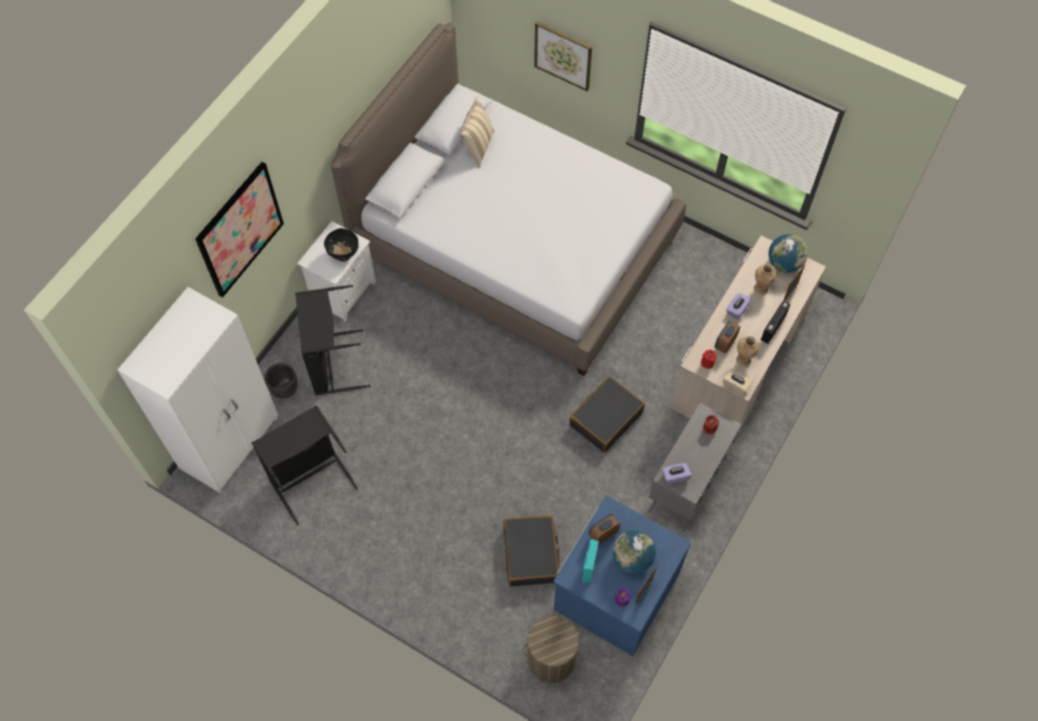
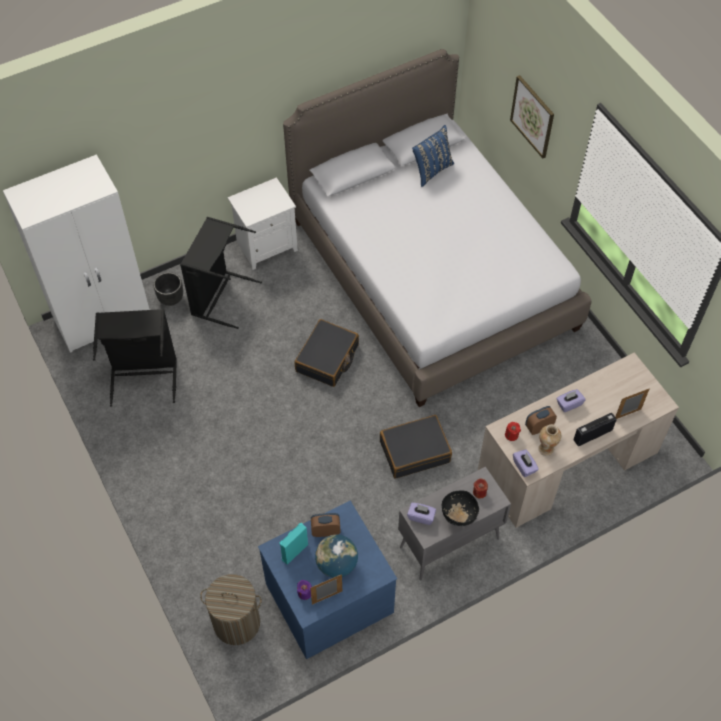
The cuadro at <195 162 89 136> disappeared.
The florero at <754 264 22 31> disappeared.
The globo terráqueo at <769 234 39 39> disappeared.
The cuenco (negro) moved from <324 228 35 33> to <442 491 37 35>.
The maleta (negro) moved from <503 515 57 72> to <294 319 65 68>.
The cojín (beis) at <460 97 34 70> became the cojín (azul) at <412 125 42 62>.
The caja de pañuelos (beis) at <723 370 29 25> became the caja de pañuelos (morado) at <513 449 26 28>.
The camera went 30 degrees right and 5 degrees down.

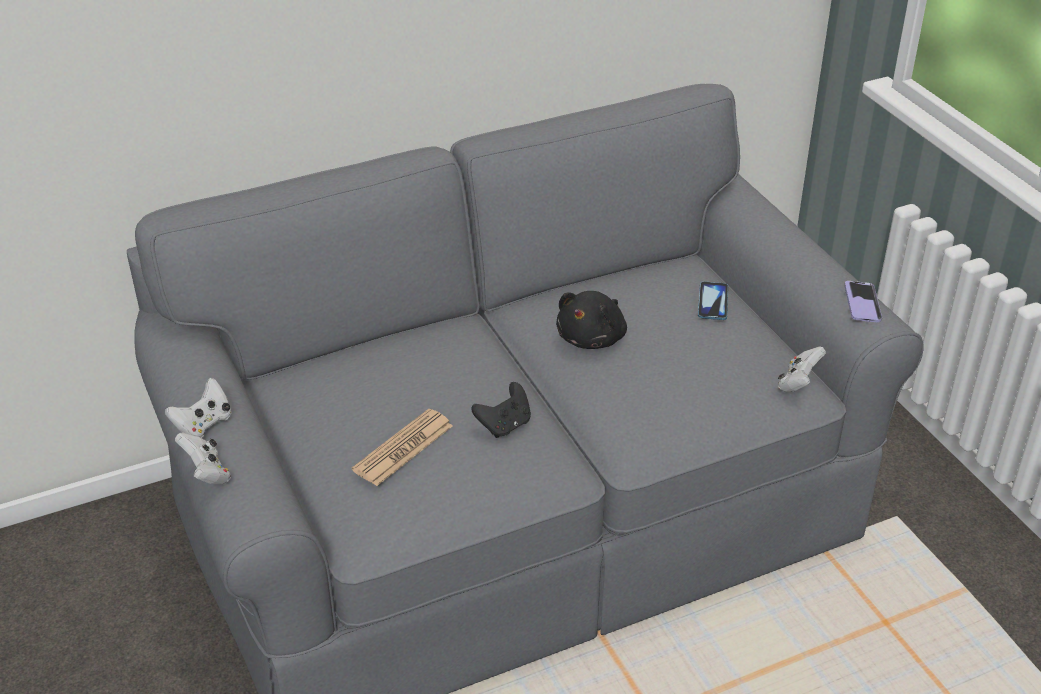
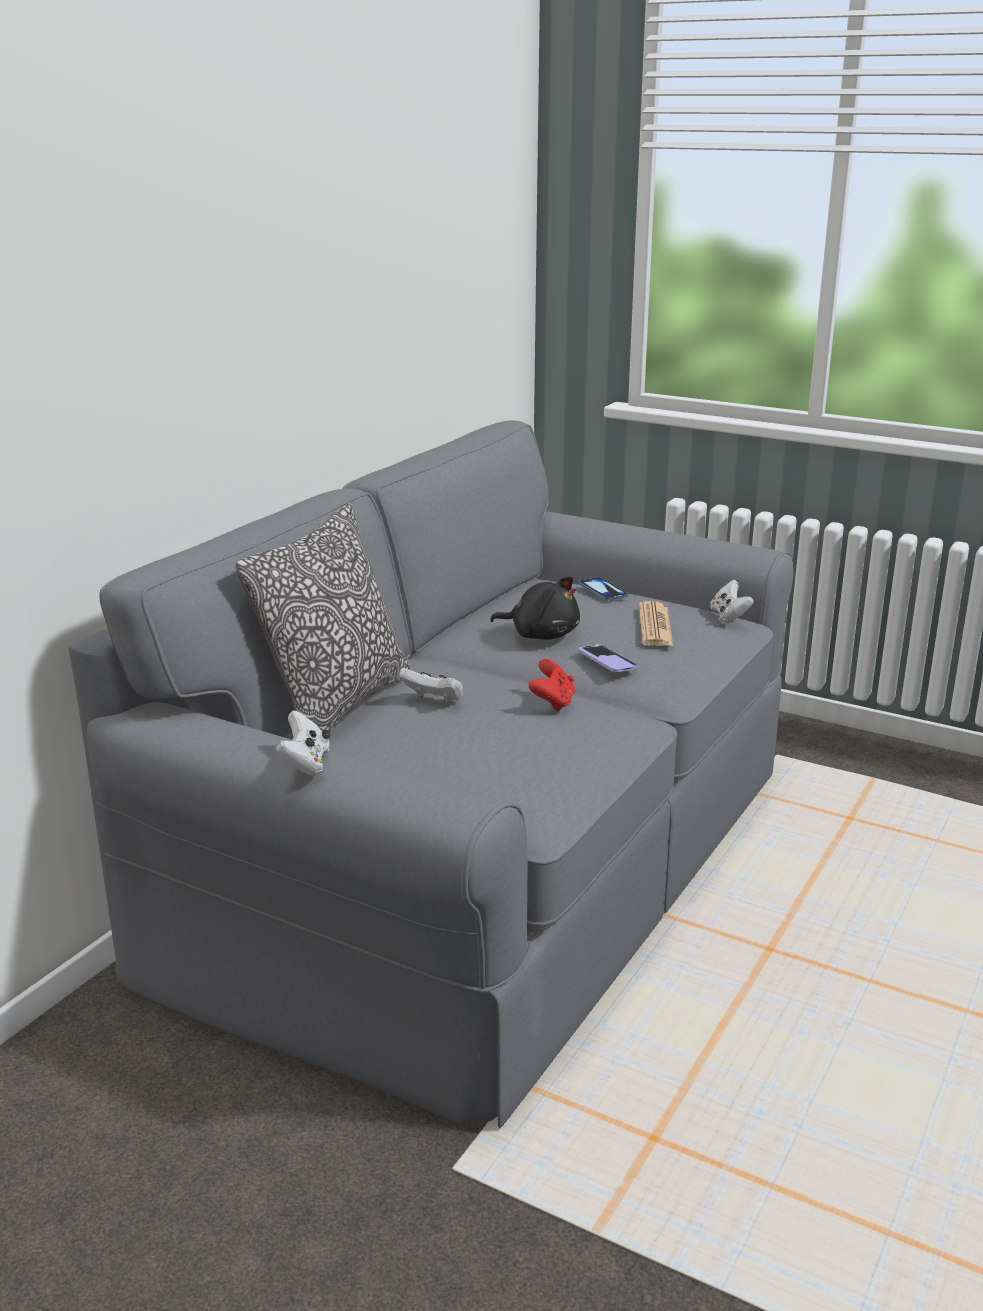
The cojín at <236 504 174 229> appeared.
The mando de consola (blanco) moved from <175 433 56 52> to <399 668 64 35>.
The periódico moved from <352 409 101 77> to <638 601 35 45>.
The móvil moved from <844 281 38 42> to <578 644 60 28>.
The mando de consola (negro) at <471 382 60 56> became the mando de consola (rojo) at <529 659 46 53>.
The peluche (negro) at <556 291 71 58> turned 60 degrees counterclockwise.
The camera went 35 degrees left and 15 degrees down.

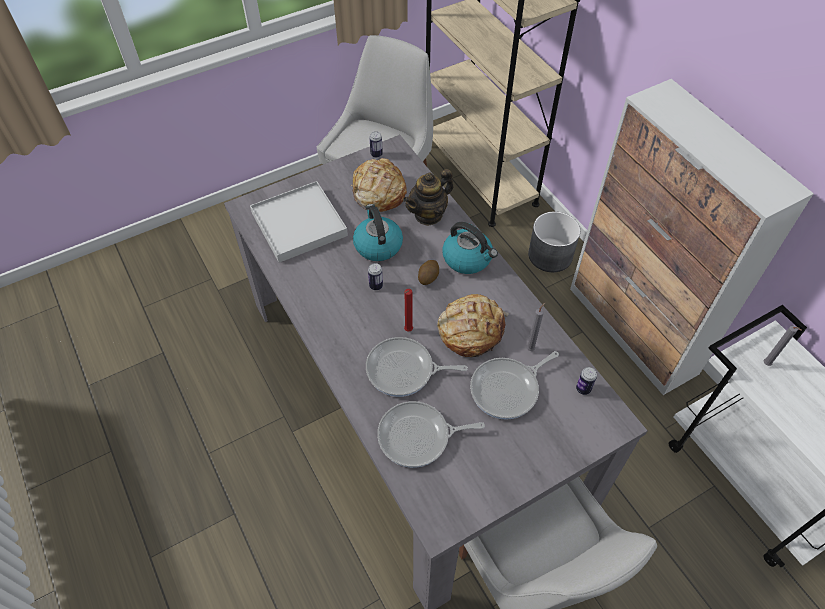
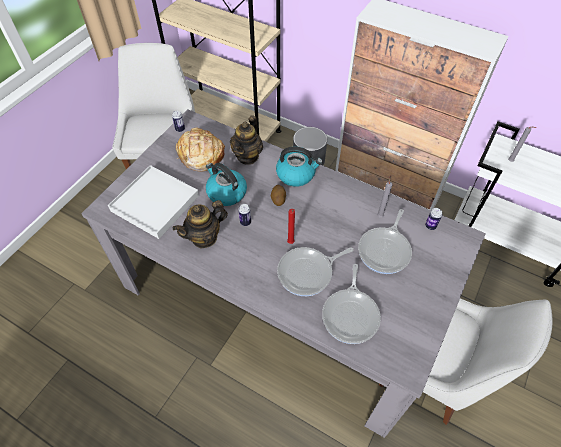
The pan at <437 294 72 63> disappeared.
The tetera at <173 200 55 49> appeared.
The sartén at <377 401 108 67> turned 45 degrees counterclockwise.
The camera went 30 degrees left and 0 degrees up.

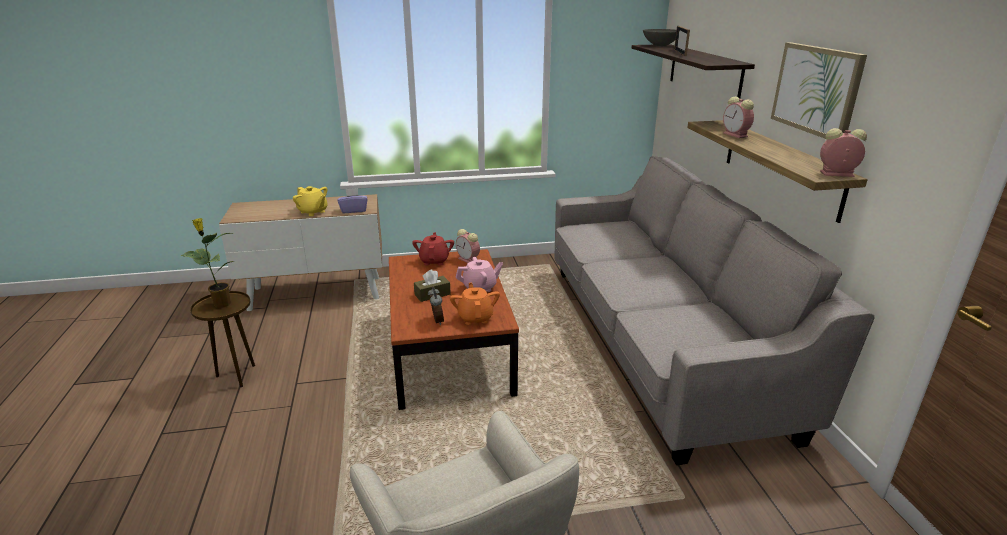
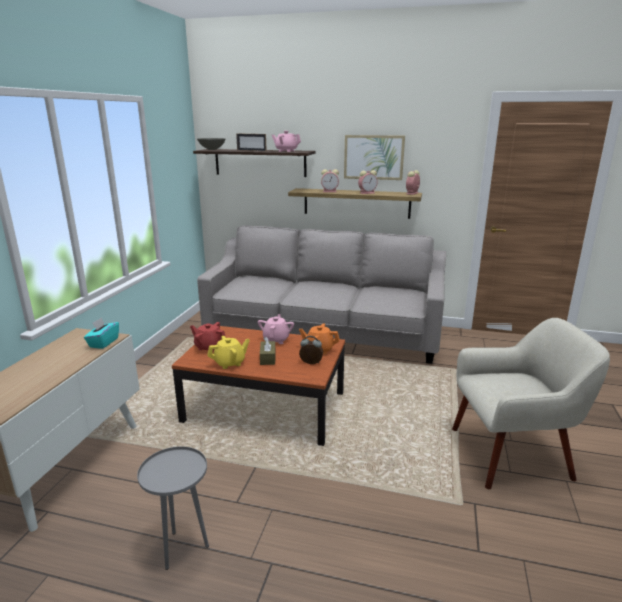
The planta en maceta at <181 218 54 90> disappeared.
The tetera (rosa) at <272 131 29 21> appeared.
The tetera (amarillo) moved from <293 186 35 30> to <207 336 43 33>.
The despertador moved from <456 229 24 34> to <358 170 20 24>.
The mesa auxiliar (marrón) at <190 291 65 96> became the mesa auxiliar (gris) at <137 446 72 124>.
The caja de pañuelos (morado) at <338 188 30 25> became the caja de pañuelos (turquesa) at <84 317 35 32>.
The camera went 65 degrees left and 5 degrees down.

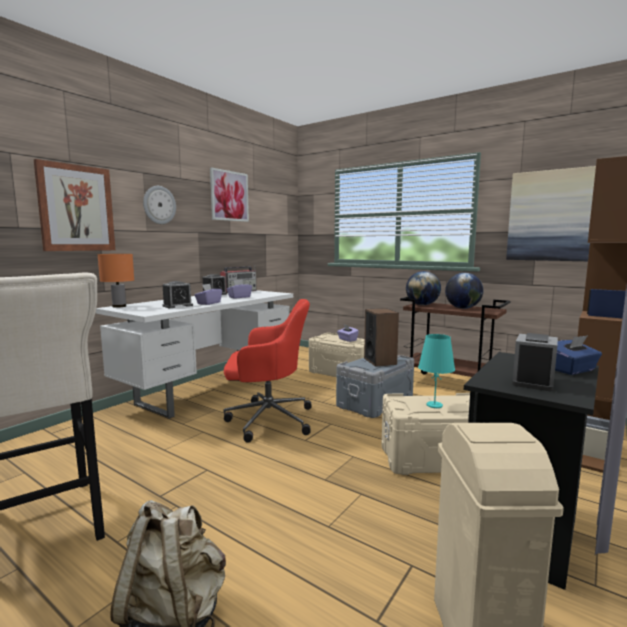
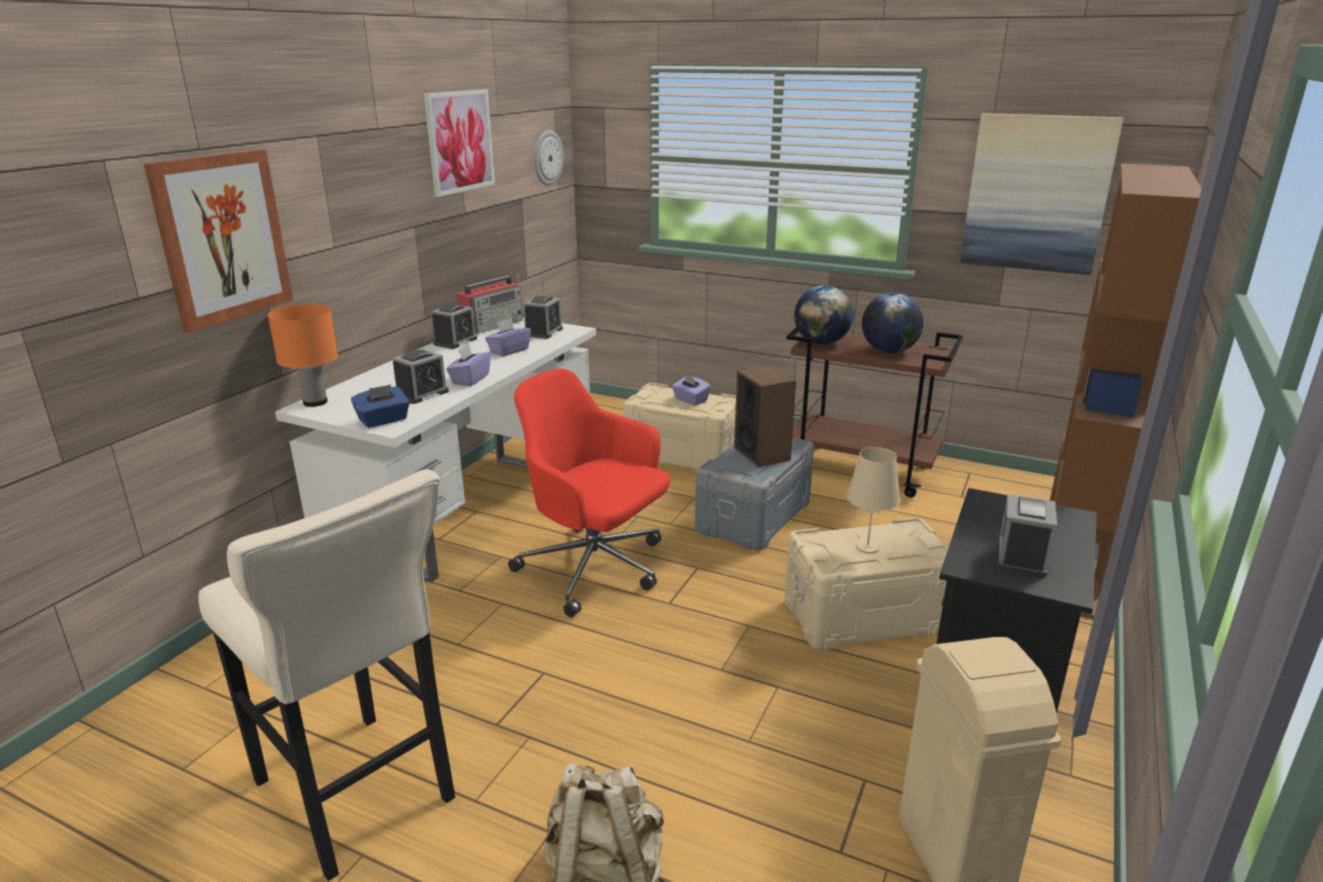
The despertador at <523 296 40 43> appeared.
The reloj de pared moved from <143 186 33 38> to <534 130 29 56>.
The caja de pañuelos (azul) moved from <555 335 47 40> to <351 384 59 44>.
The lámpara de mesa (turquesa) at <418 334 37 74> became the lámpara de mesa (beis) at <846 447 54 107>.
The silla de oficina (rojo) at <223 299 89 143> turned 135 degrees counterclockwise.
The camera went 10 degrees left and 15 degrees up.

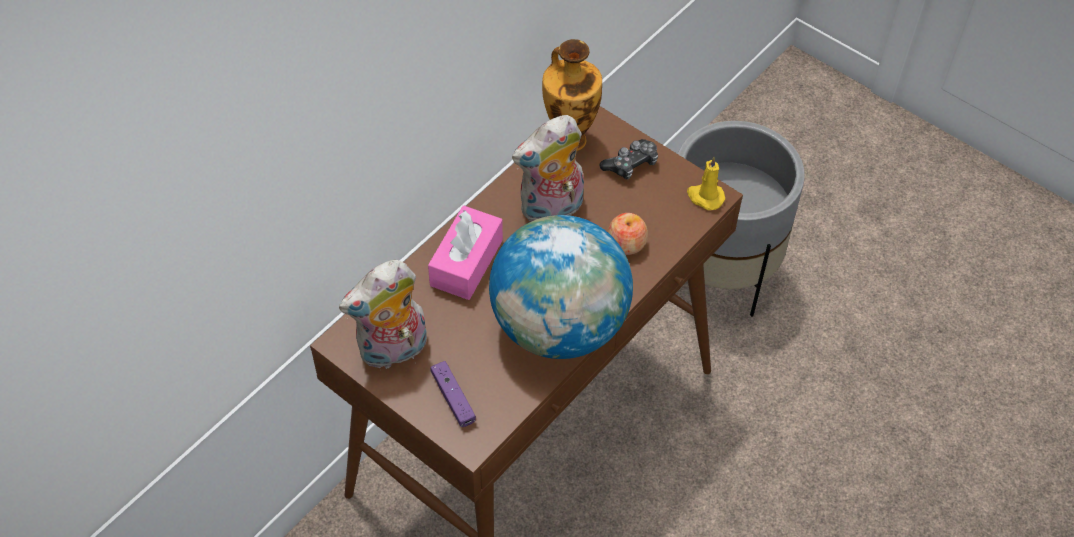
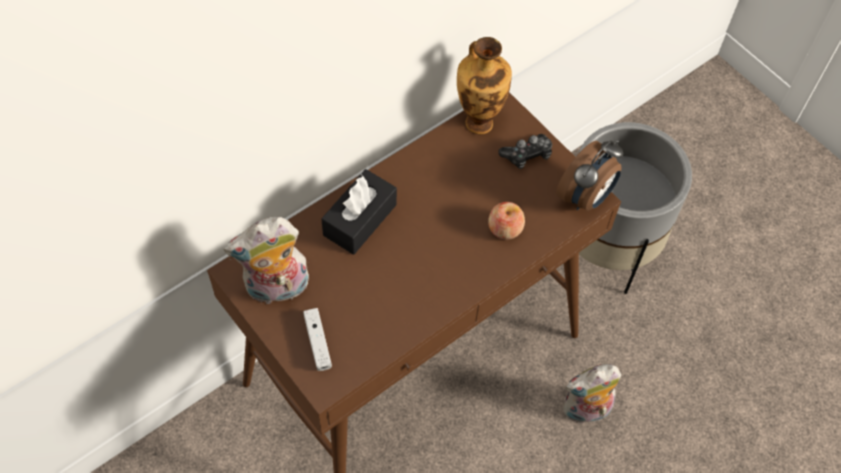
The globo terráqueo at <489 215 144 144> disappeared.
The peluche moved from <512 115 72 107> to <563 364 58 60>.
The vela (amarillo) at <687 156 38 54> was replaced by the despertador at <556 140 67 71>.
The caja de pañuelos (rosa) at <428 206 75 94> became the caja de pañuelos (negro) at <321 169 76 86>.
The mando de consola (morado) at <431 361 45 66> became the mando de consola (blanco) at <303 308 29 63>.
The camera went 10 degrees right and 5 degrees up.

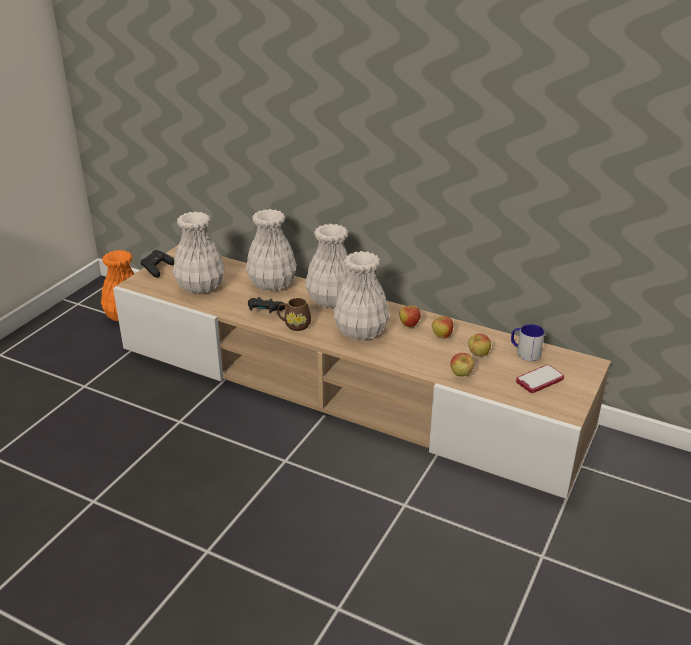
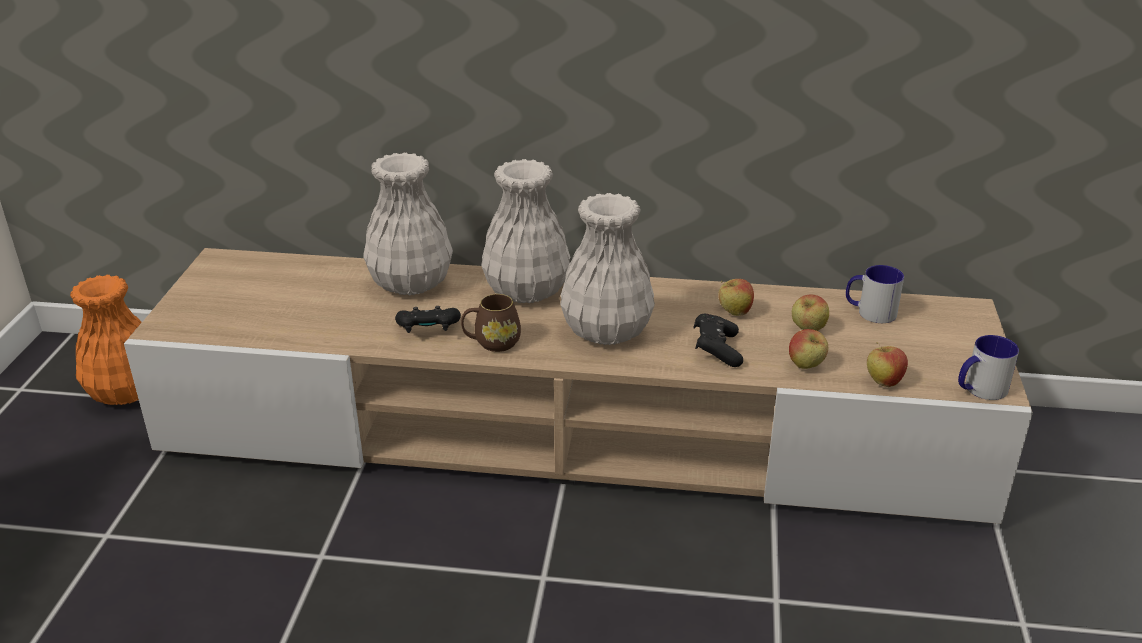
The florero (blanco) at <173 212 52 82> disappeared.
The móvil at <516 365 48 28> disappeared.
The taza grande at <958 335 61 65> appeared.
The mando de consola (negro) moved from <141 250 33 27> to <693 314 50 53>.
The manzana moved from <399 302 22 25> to <867 342 41 45>.
The camera went 20 degrees left and 0 degrees up.

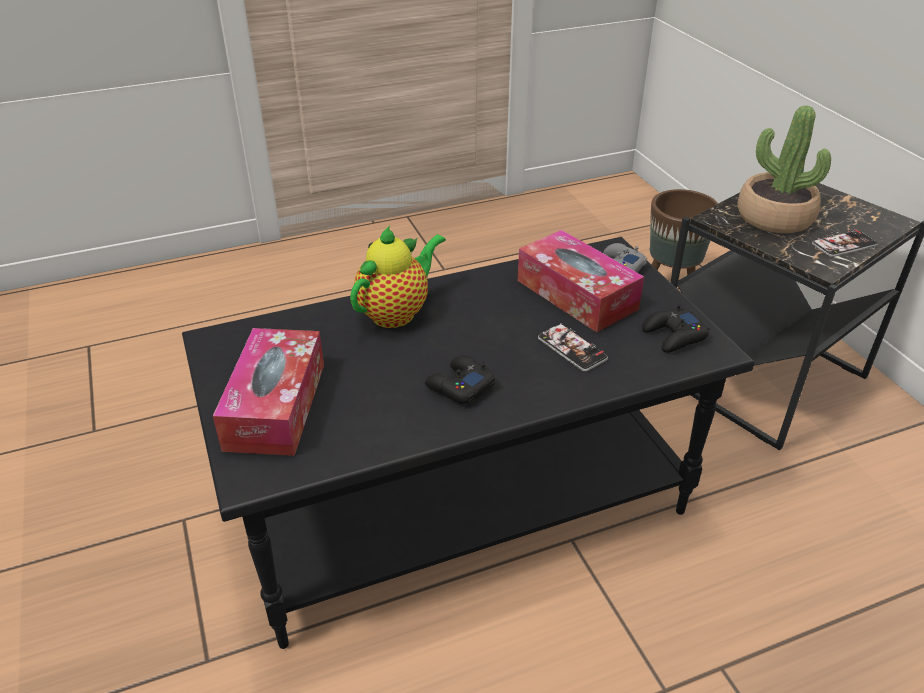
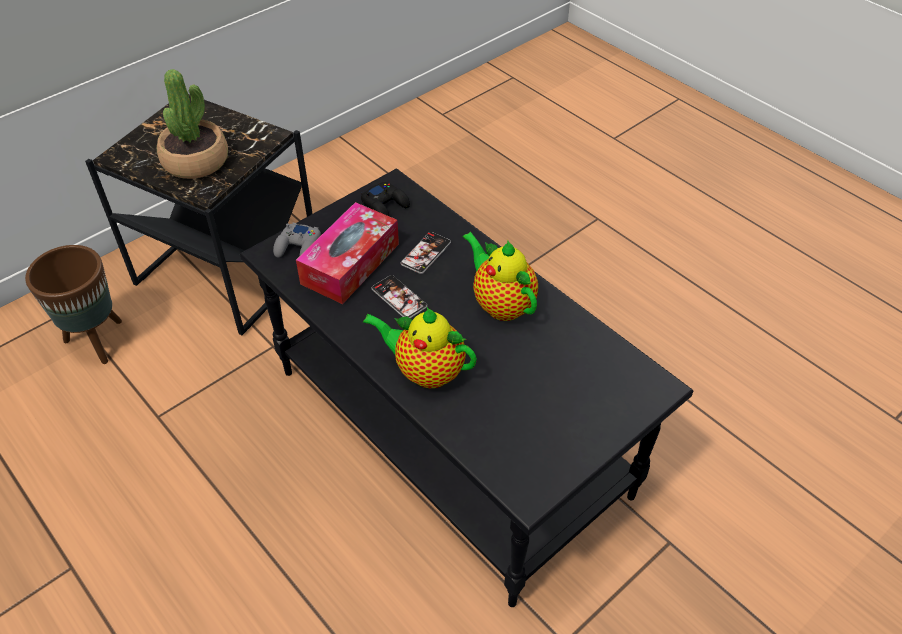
The caja de pañuelos at <213 328 111 128> disappeared.
The móvil moved from <812 229 66 28> to <372 275 55 43>.
The mando de consola (negro) at <425 355 70 49> was replaced by the tetera at <463 232 75 89>.
The camera went 110 degrees left and 10 degrees up.

